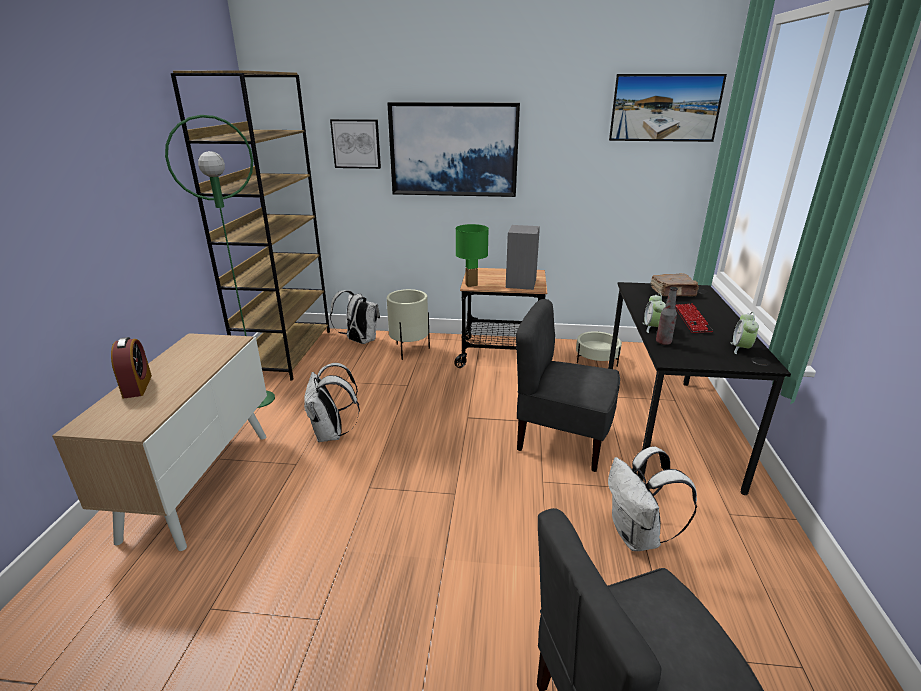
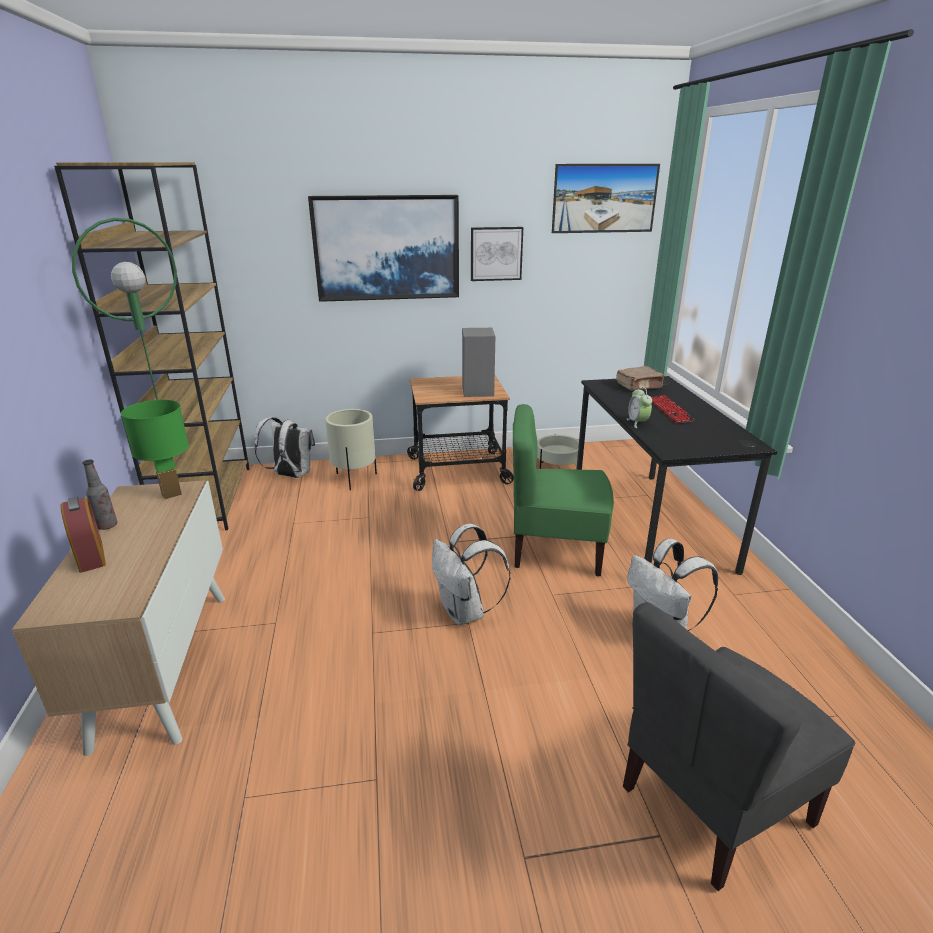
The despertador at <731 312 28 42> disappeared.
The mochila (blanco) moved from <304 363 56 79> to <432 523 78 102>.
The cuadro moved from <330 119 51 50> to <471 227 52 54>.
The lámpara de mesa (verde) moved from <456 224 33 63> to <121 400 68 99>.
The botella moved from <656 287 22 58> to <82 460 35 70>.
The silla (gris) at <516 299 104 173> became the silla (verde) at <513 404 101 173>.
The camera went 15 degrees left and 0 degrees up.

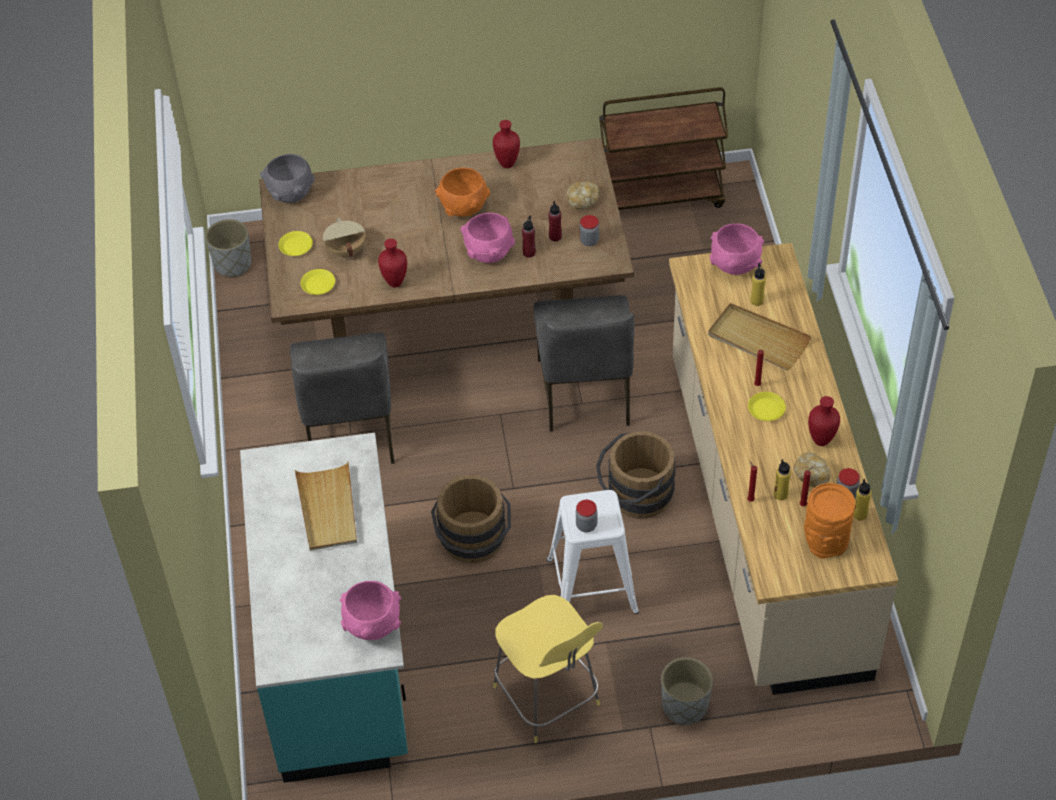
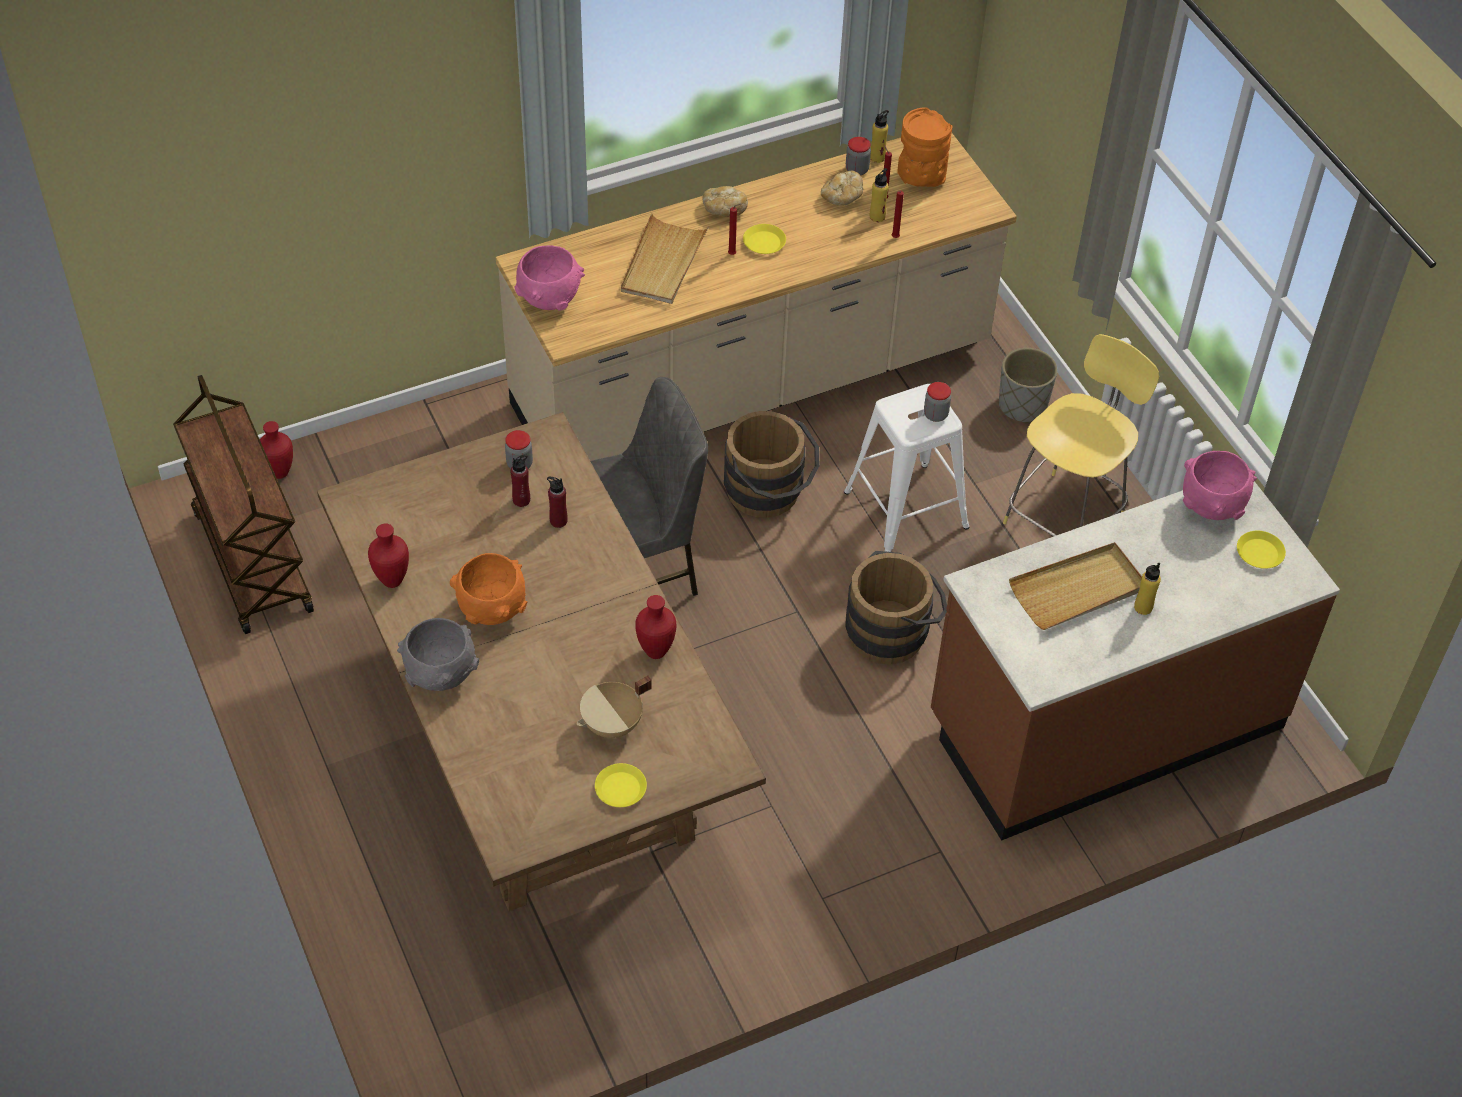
The maceta (gris) at <205 219 46 58> disappeared.
The silla (gris) at <290 332 105 132> disappeared.
The cuenco (rosa) at <460 213 55 50> disappeared.
The cuenco (gris) moved from <260 154 55 49> to <397 618 82 73>.
The plato (amarillo) moved from <301 269 34 26> to <1237 531 49 38>.
The pan moved from <566 182 33 27> to <703 186 45 31>.
The botella (amarillo) moved from <750 263 16 43> to <1134 563 27 52>.
The florero (rojo) moved from <808 396 32 50> to <260 421 33 58>.
The mueble bajo de cocina (turquesa) at <240 433 168 350> became the mueble bajo de cocina (marrón) at <931 481 409 360>.
The camera went 110 degrees left and 0 degrees up.

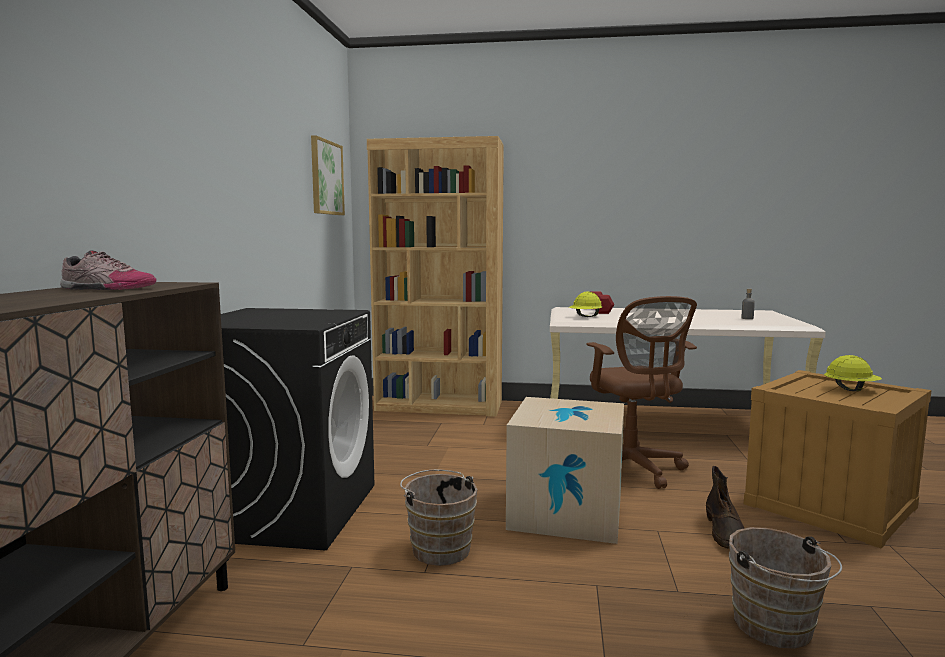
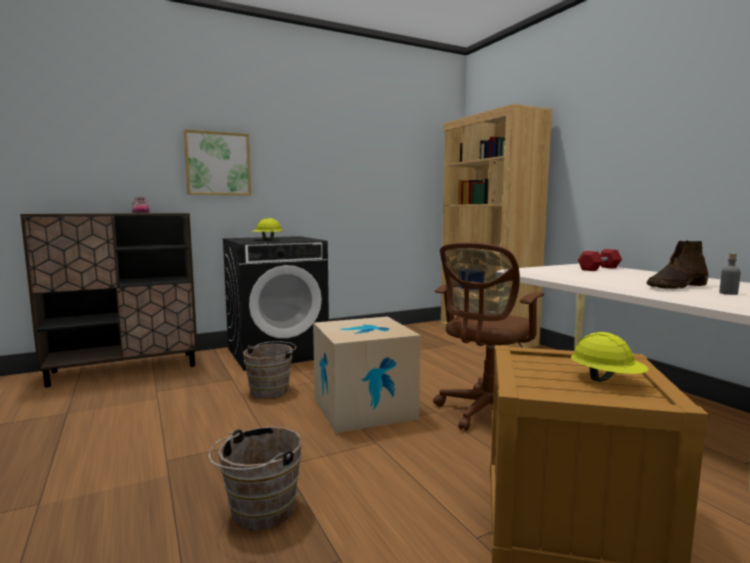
The cuadro moved from <311 135 34 80> to <184 129 67 67>.
The casco (amarillo) moved from <569 292 33 25> to <253 218 29 22>.
The bota (marrón) moved from <706 466 38 83> to <647 241 62 48>.
The camera went 55 degrees right and 0 degrees up.

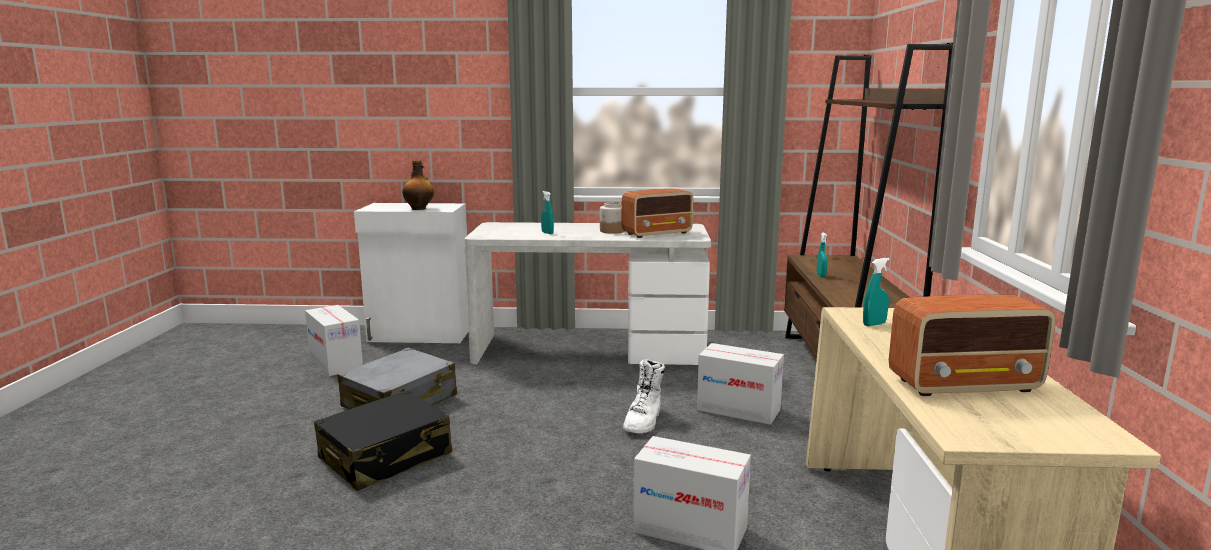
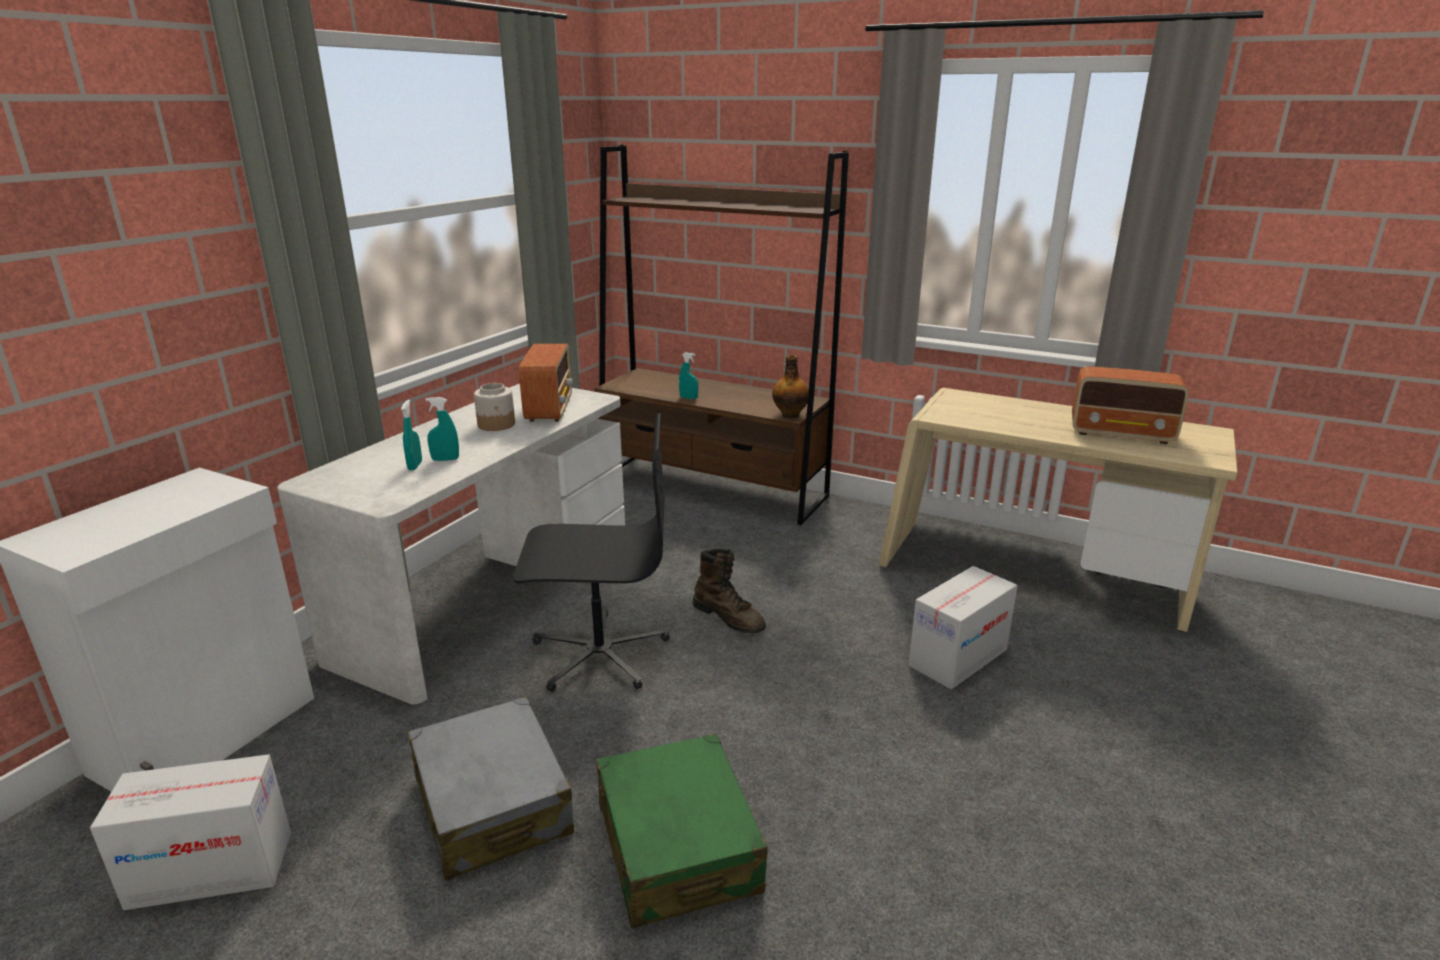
The caja de cartón at <697 343 87 82> disappeared.
The silla de oficina (negro) at <513 413 157 279> appeared.
The botella moved from <402 160 32 50> to <772 355 37 63>.
The pulverizador (turquesa) moved from <863 258 27 68> to <401 400 21 70>.
The maleta (negro) at <314 390 138 101> became the maleta (verde) at <596 734 172 195>.
The bota (blanco) at <623 359 42 74> became the bota (marrón) at <693 549 73 84>.
The radio at <889 295 166 101> turned 90 degrees clockwise.
The camera went 65 degrees left and 10 degrees up.

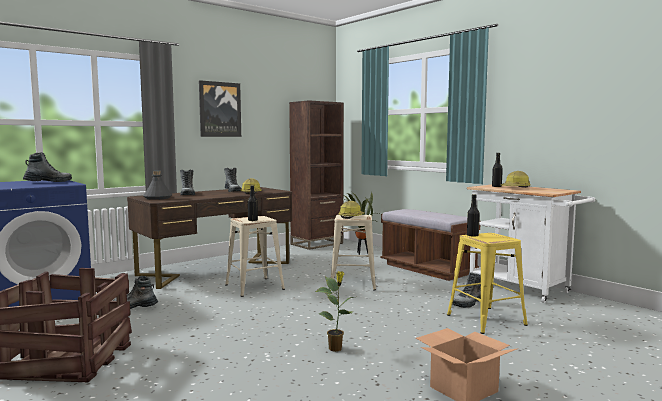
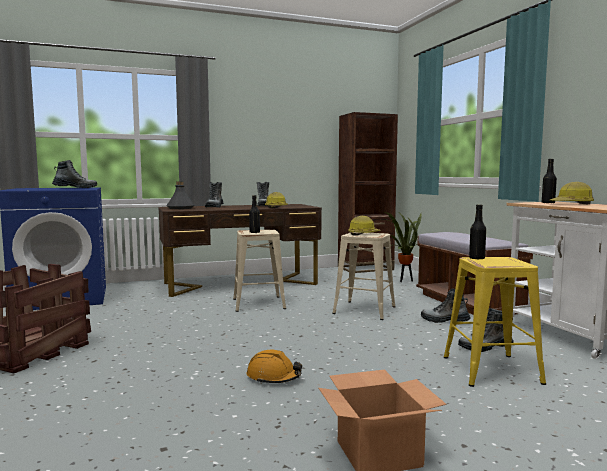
The cuadro at <199 80 42 57> disappeared.
The bota moved from <113 276 45 33> to <421 289 50 34>.
The planta en maceta at <316 271 38 81> was replaced by the casco (naranja) at <247 350 55 34>.
The camera went 20 degrees right and 0 degrees up.

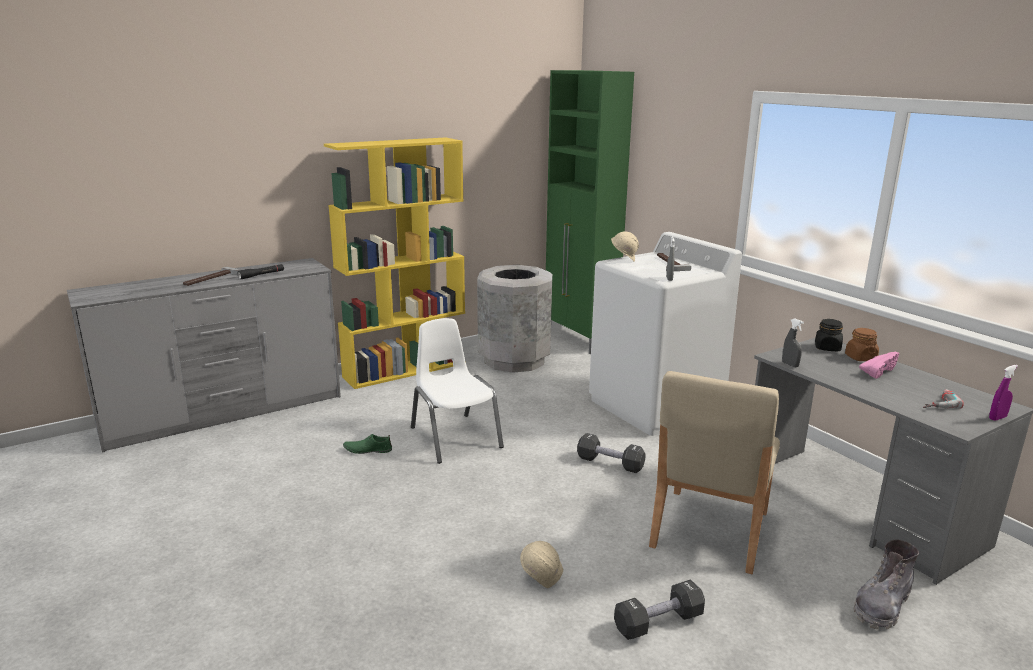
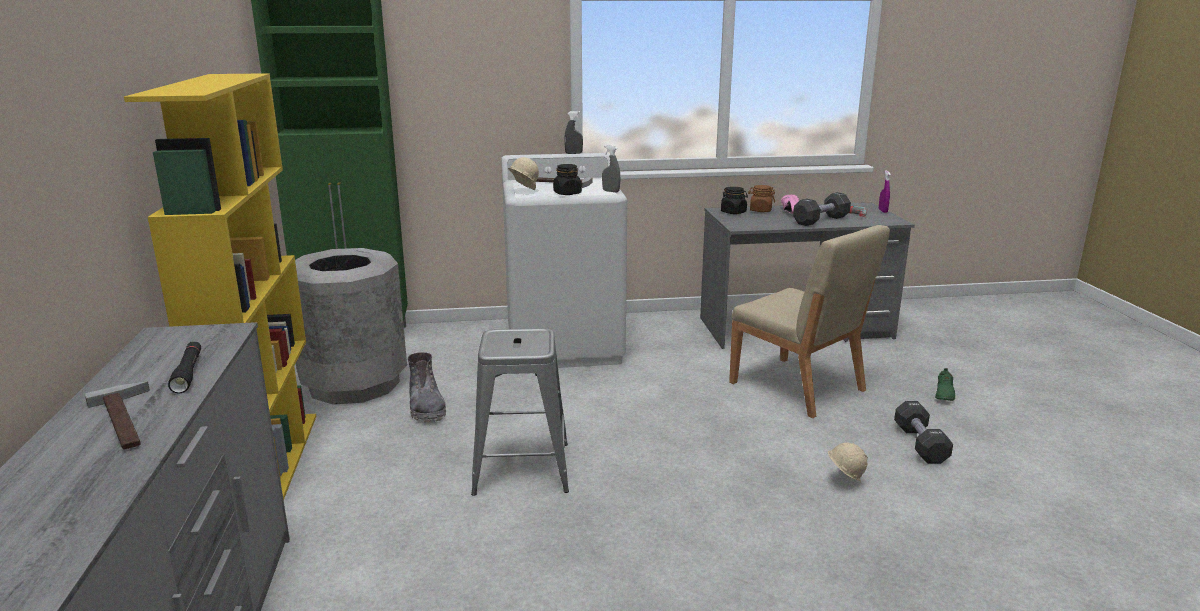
The tarro (negro) at <553 164 29 31> appeared.
The zapato (verde) moved from <343 434 49 20> to <935 368 20 33>.
The mancuerna (negro) moved from <577 433 69 40> to <793 192 58 34>.
The pulverizador (gris) moved from <782 318 22 49> to <564 111 19 43>.
The bota (gris) moved from <854 539 65 91> to <408 352 38 70>.
The silla (blanco) at <411 318 93 146> was replaced by the taburete (gris) at <471 328 98 168>.
The camera went 65 degrees left and 0 degrees up.

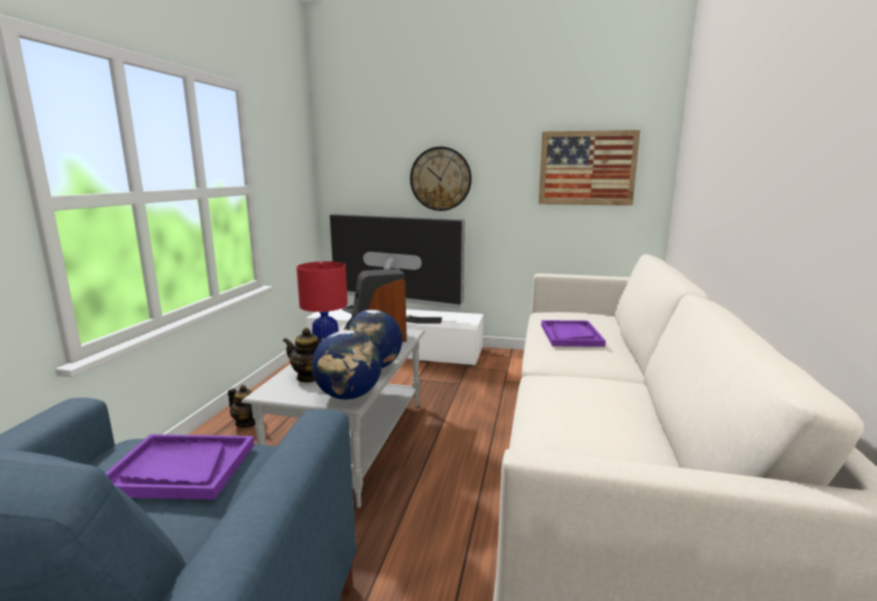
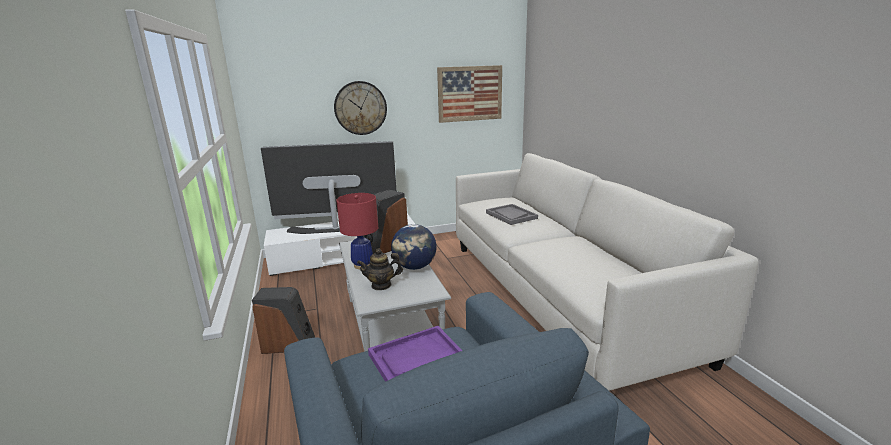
The globo terráqueo at <312 330 70 70> disappeared.
The tetera at <228 385 27 42> was replaced by the altavoz at <252 287 63 67>.
The bandeja (morado) at <541 320 65 27> became the bandeja (gris) at <486 204 52 21>.
The camera went 30 degrees left and 5 degrees up.

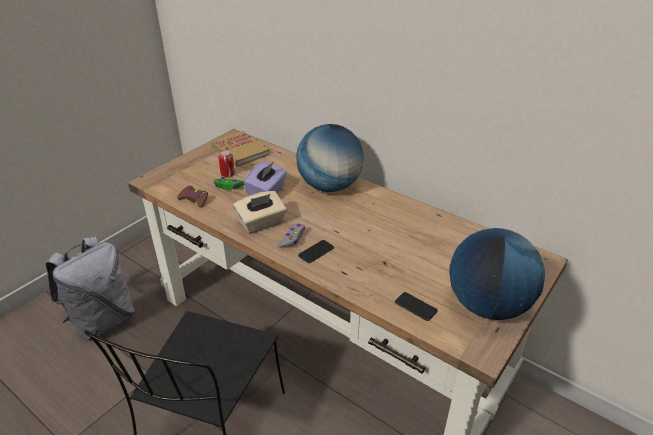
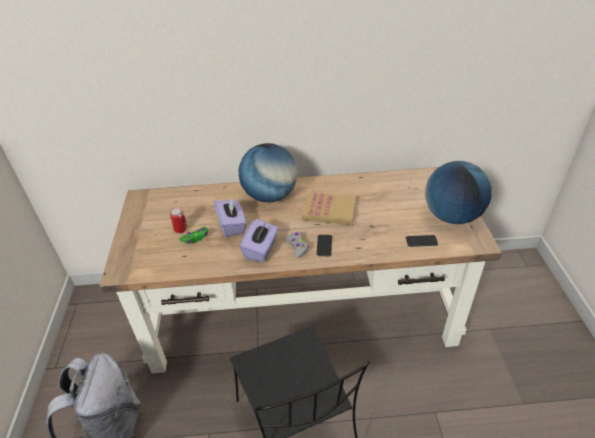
The mando de consola (marrón) at <177 186 31 22> disappeared.
The libro moved from <211 131 58 36> to <302 192 54 33>.
The caja de pañuelos (beis) at <233 191 54 43> became the caja de pañuelos (morado) at <240 219 38 43>.
The camera went 40 degrees left and 5 degrees up.

